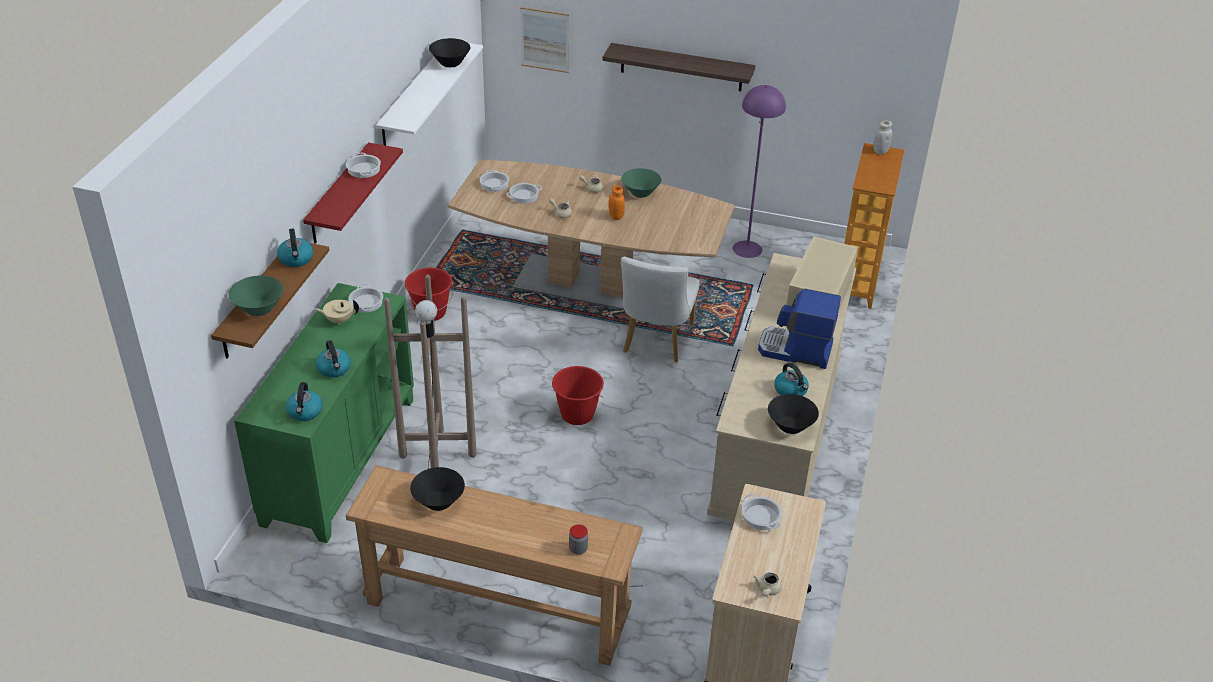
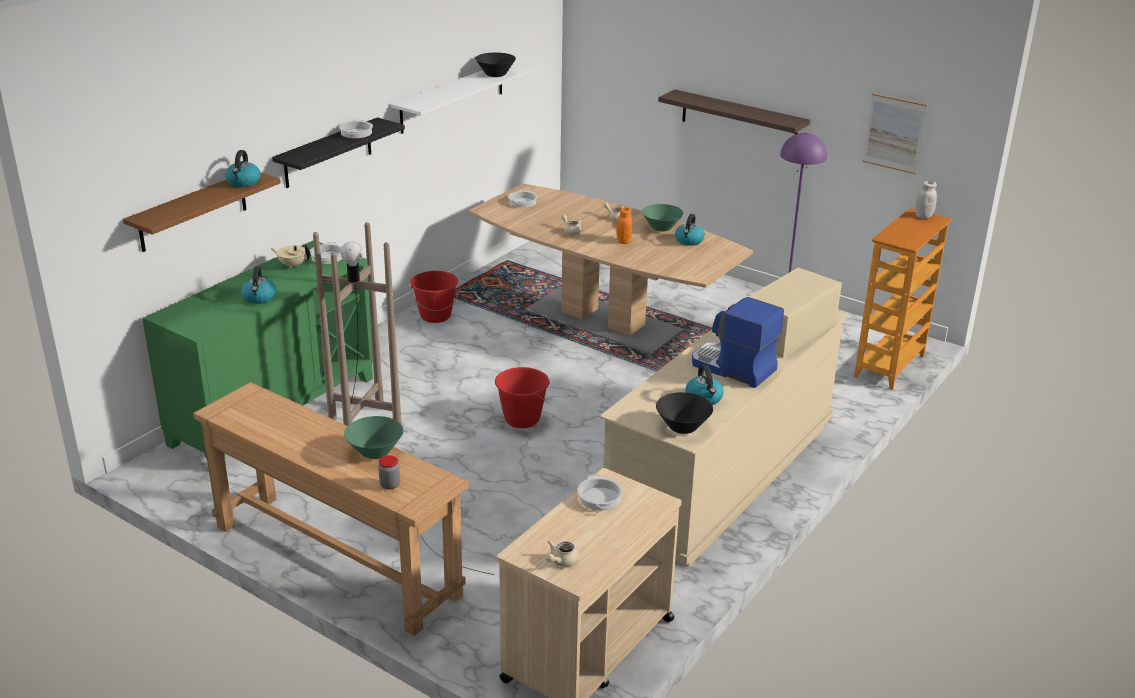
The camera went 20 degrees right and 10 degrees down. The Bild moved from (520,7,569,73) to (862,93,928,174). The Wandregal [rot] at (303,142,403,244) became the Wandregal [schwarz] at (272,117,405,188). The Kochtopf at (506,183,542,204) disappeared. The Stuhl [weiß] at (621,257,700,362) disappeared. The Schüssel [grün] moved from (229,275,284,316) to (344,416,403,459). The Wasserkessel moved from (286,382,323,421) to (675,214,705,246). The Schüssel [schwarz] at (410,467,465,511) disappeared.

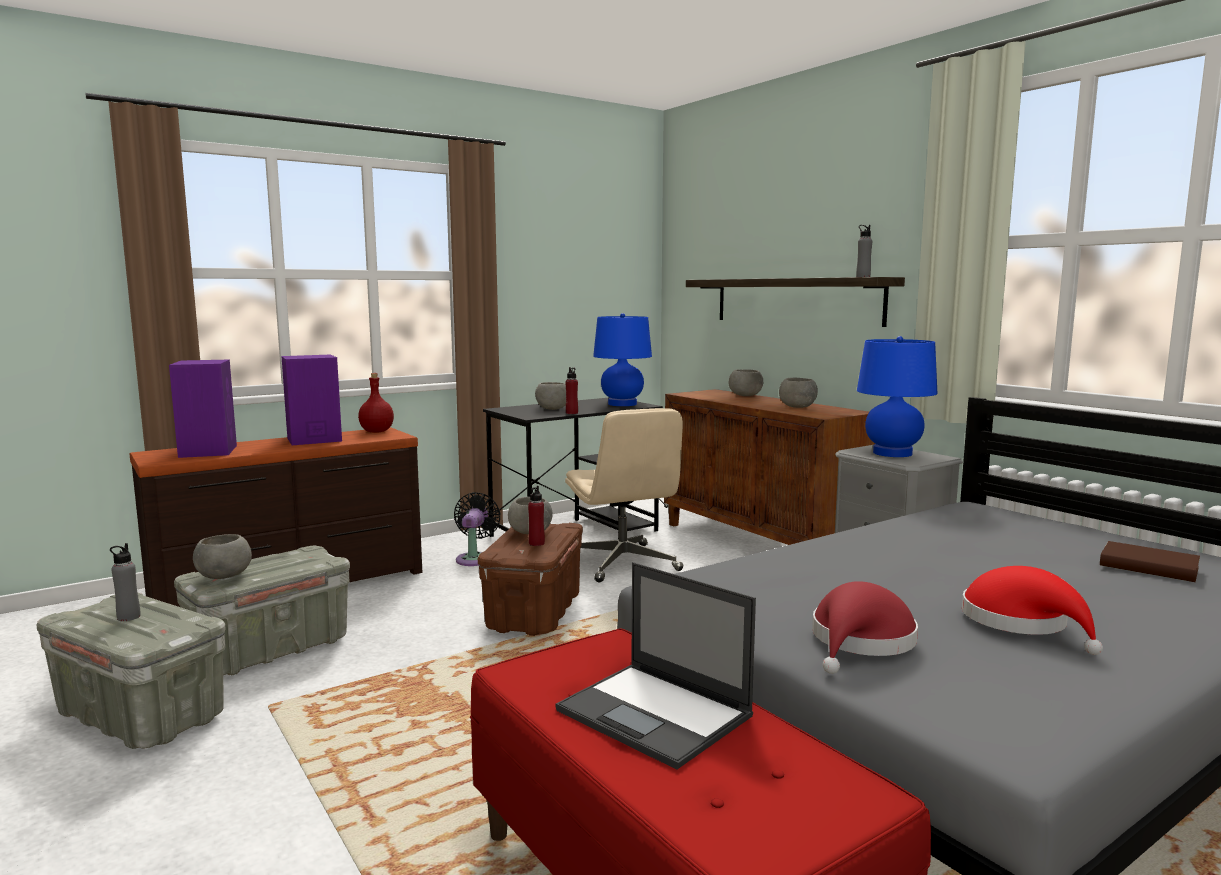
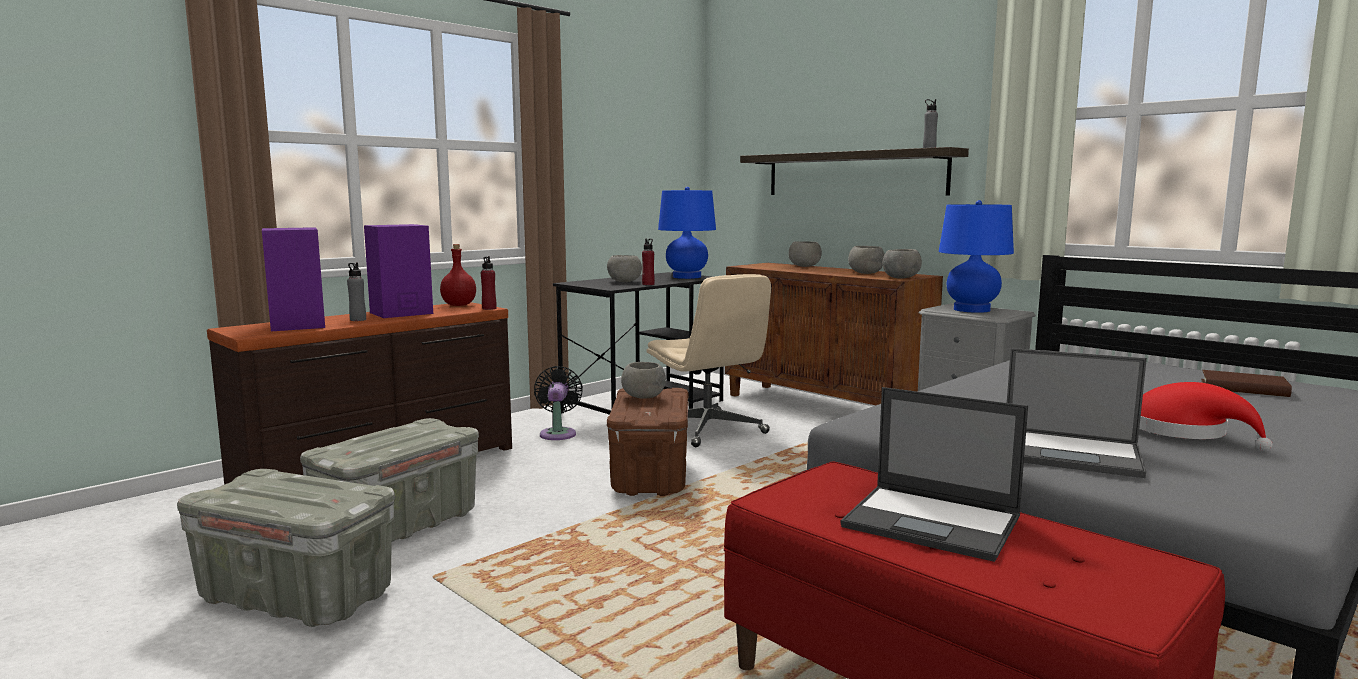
The camera went 10 degrees left and 0 degrees up. The Flasche [rot] moved from (528,486,545,546) to (481,256,497,310). The Schüssel [grau] moved from (193,534,252,579) to (882,249,922,279). The Flasche [grau] moved from (110,543,141,621) to (347,262,366,321). The Hut [rot] at (812,581,918,674) was replaced by the Laptop at (1007,348,1147,478).

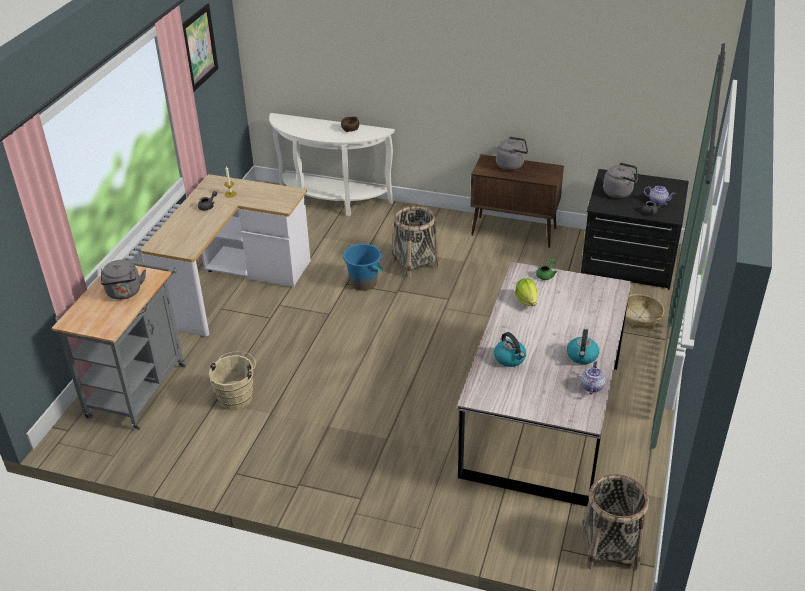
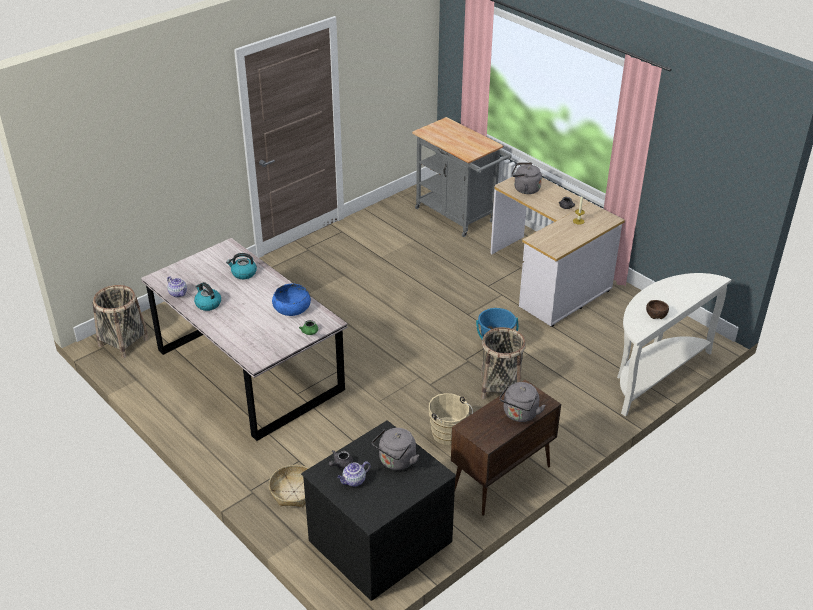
The camera went 120 degrees right and 0 degrees up. The Bild at (182,3,218,92) disappeared. The Wasserkessel [grau] moved from (101,260,146,300) to (512,162,542,194). The Salatkopf at (515,279,538,306) was replaced by the Schüssel [blau] at (272,284,311,316). The Eimer [beige] moved from (209,352,256,410) to (429,393,473,445).

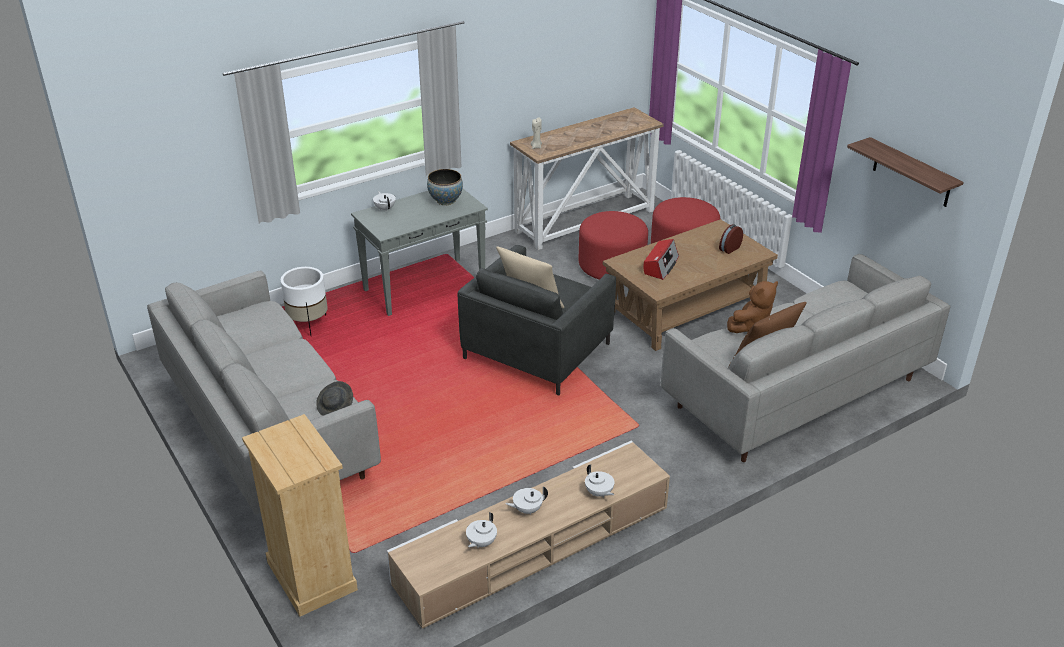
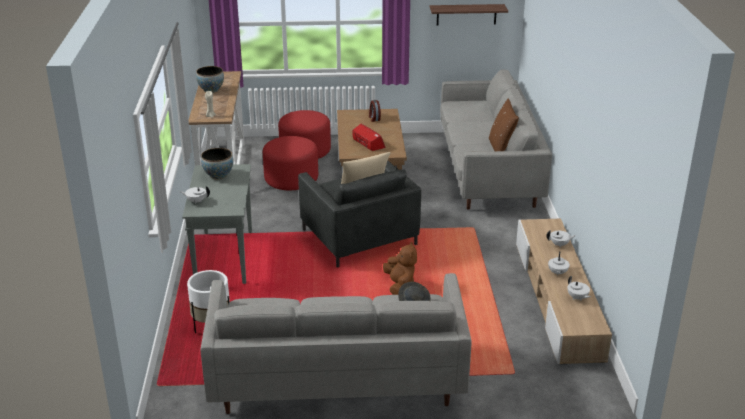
The camera went 60 degrees left and 5 degrees down. The Plüschtier [braun] moved from (727,281,778,333) to (383,242,417,295). The Kommode [beige] at (242,414,358,617) disappeared. The Schüssel at (196,66,224,93) appeared.

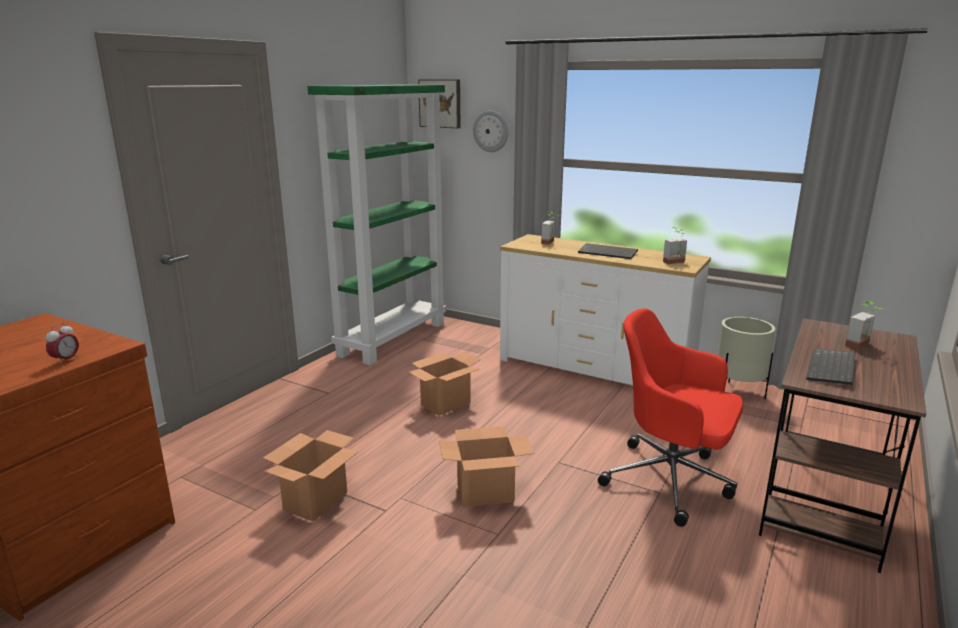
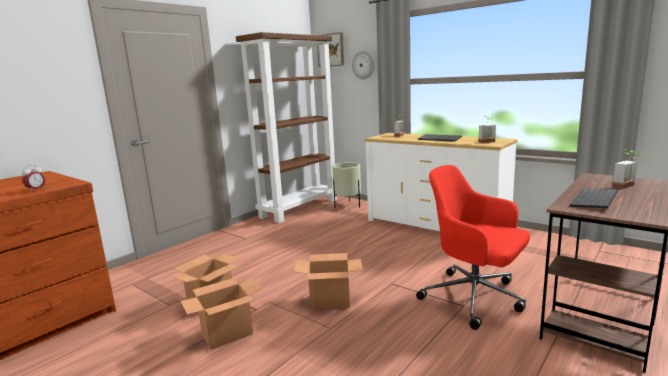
The camera went 10 degrees right and 5 degrees down. The Bücherregal [grün] at (308,85,446,365) became the Bücherregal [braun] at (236,32,337,223). The Pflanzkübel [beige] moved from (717,317,776,399) to (332,162,361,208). The Karton moved from (408,351,481,416) to (180,278,263,350).

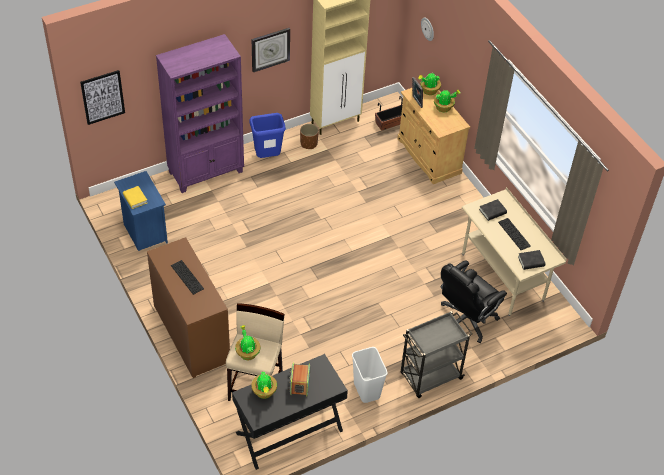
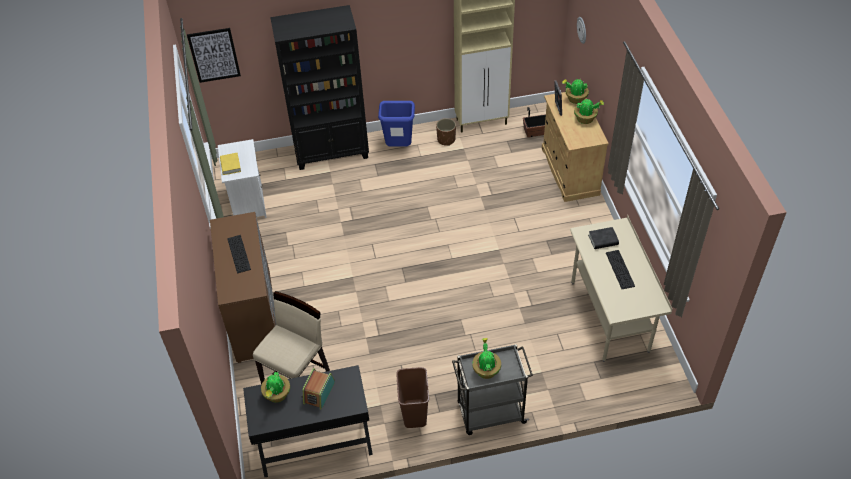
The camera went 20 degrees right and 0 degrees up. The Wanduhr at (252,28,290,72) disappeared. The Bücherregal [lila] at (156,34,244,193) became the Bücherregal [schwarz] at (270,5,369,170). The Nachttisch [blau] at (114,171,168,251) became the Nachttisch [weiß] at (218,139,267,218). The Buch [schwarz] at (518,250,546,270) disappeared. The Bürostuhl [schwarz] at (440,260,507,343) disappeared. The Topfpflanze moved from (235,325,260,360) to (472,338,501,379). The Mülleimer [weiß] at (352,347,388,403) became the Mülleimer [braun] at (396,367,429,428).

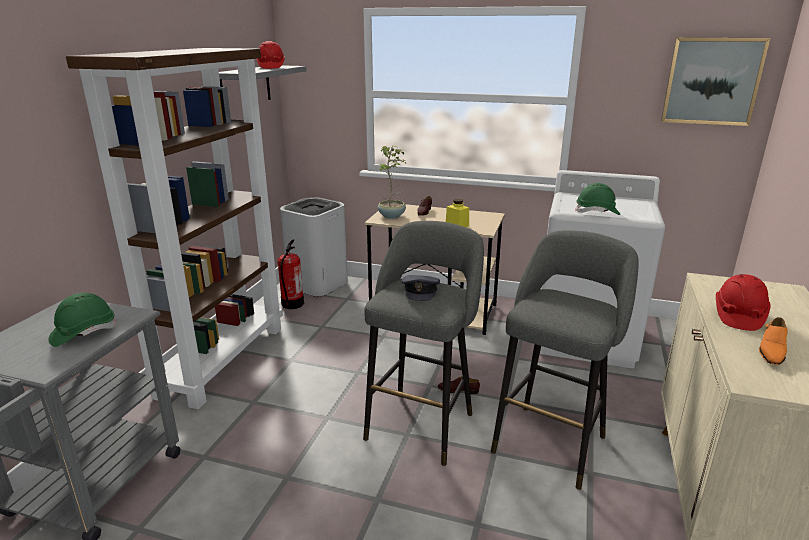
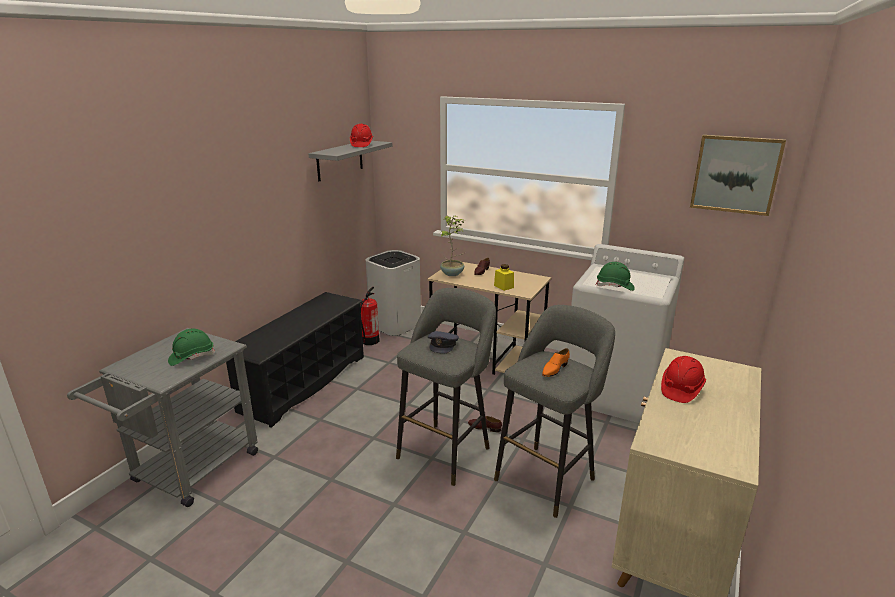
The camera went 10 degrees right and 0 degrees up. The Bücherregal [braun] at (66,48,283,409) was replaced by the Schuhregal [schwarz] at (226,292,364,428). The Schuh [orange] moved from (759,317,788,365) to (542,348,570,377).

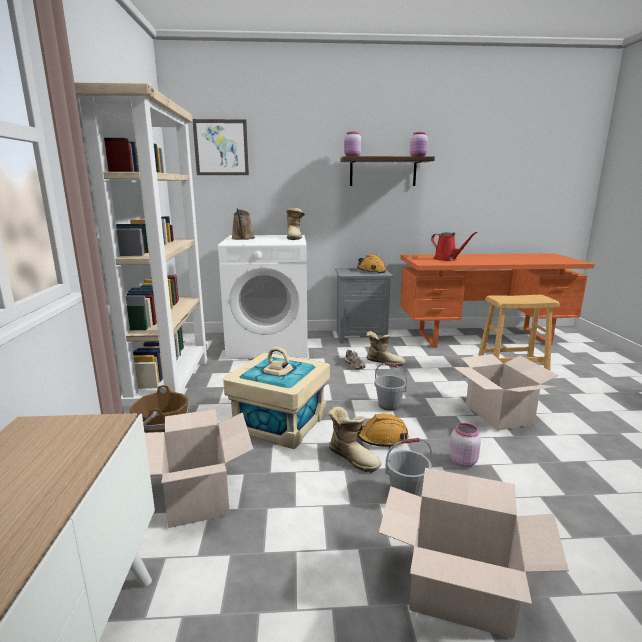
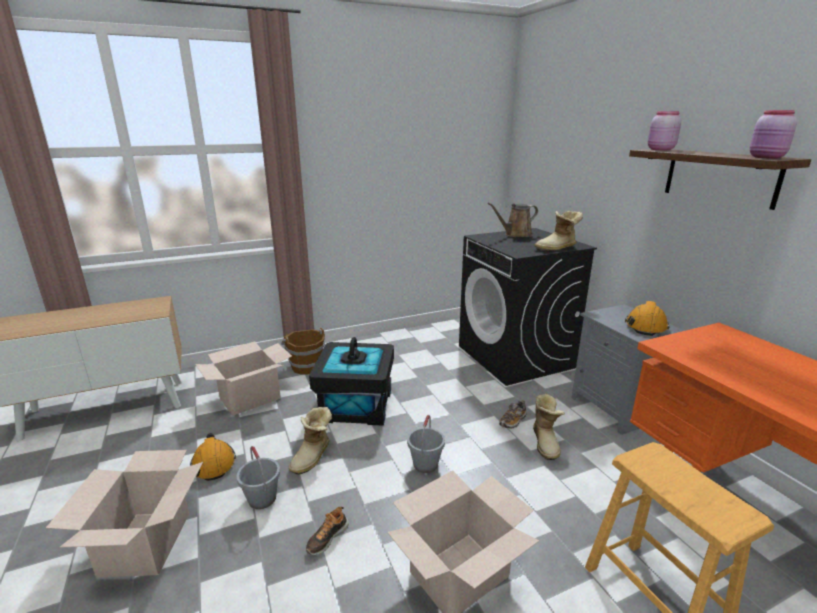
The camera went 70 degrees right and 5 degrees up. The Bücherregal [beige] at (74,82,208,414) disappeared. The Bild at (193,119,249,175) disappeared. The Gießkanne [rot] at (431,232,478,261) disappeared. The Waschmaschine [weiß] at (218,235,308,359) became the Waschmaschine [schwarz] at (459,228,597,386). The Aufbewahrungsbox [beige] at (223,347,330,449) became the Aufbewahrungsbox [schwarz] at (309,337,394,426). The Schutzhelm [orange] moved from (357,414,409,448) to (190,433,236,481). The Vorratsglas [rosa] at (449,423,481,467) was replaced by the Schuh at (306,507,349,555).

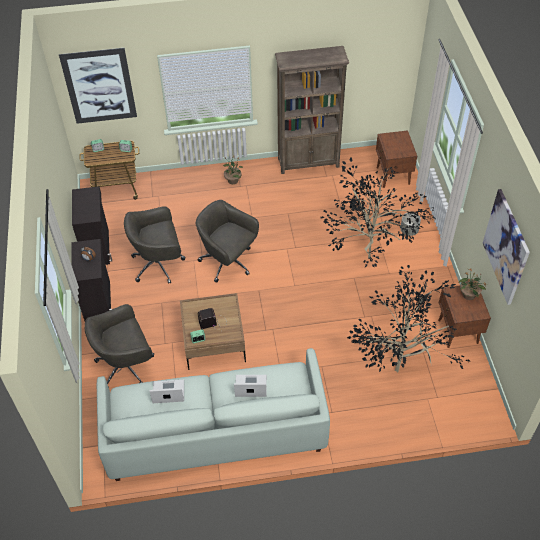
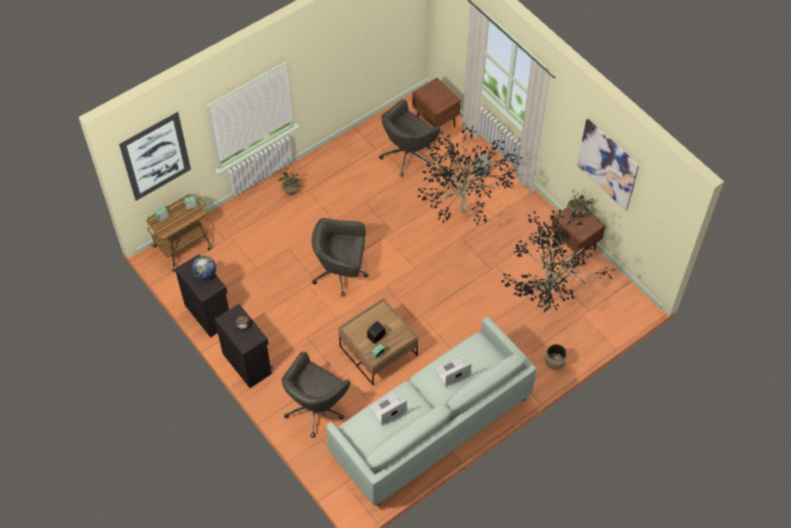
The camera went 30 degrees left and 5 degrees up. The Bücherregal [braun] at (275,46,349,174) disappeared. The Bürostuhl [grau] moved from (124,206,186,284) to (379,100,441,177). The Globus at (192,256,216,280) appeared. The Pflanzkübel at (545,344,567,370) appeared.

